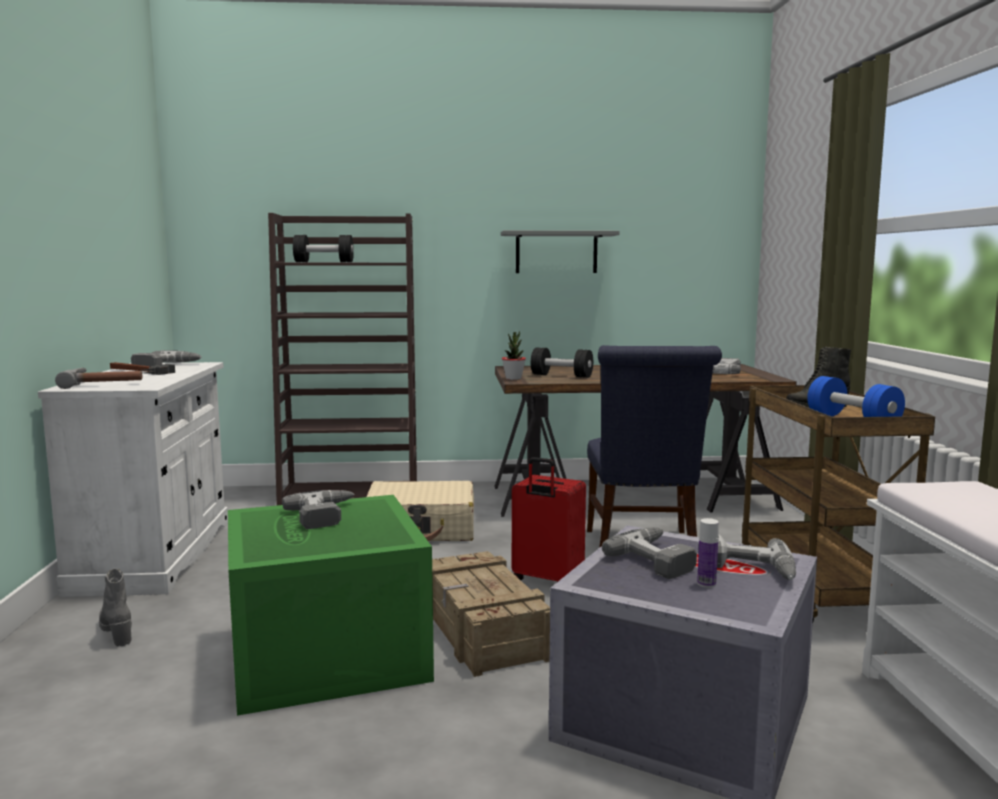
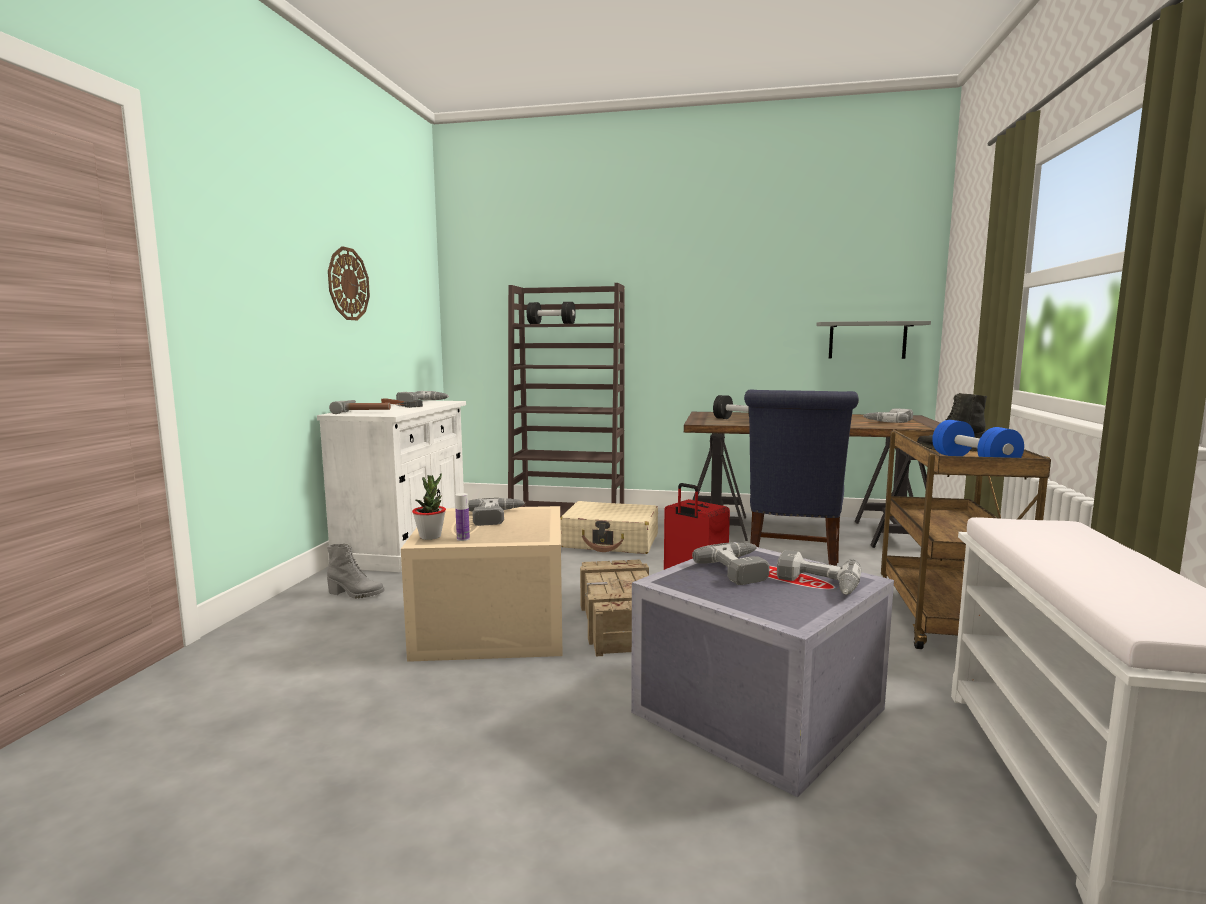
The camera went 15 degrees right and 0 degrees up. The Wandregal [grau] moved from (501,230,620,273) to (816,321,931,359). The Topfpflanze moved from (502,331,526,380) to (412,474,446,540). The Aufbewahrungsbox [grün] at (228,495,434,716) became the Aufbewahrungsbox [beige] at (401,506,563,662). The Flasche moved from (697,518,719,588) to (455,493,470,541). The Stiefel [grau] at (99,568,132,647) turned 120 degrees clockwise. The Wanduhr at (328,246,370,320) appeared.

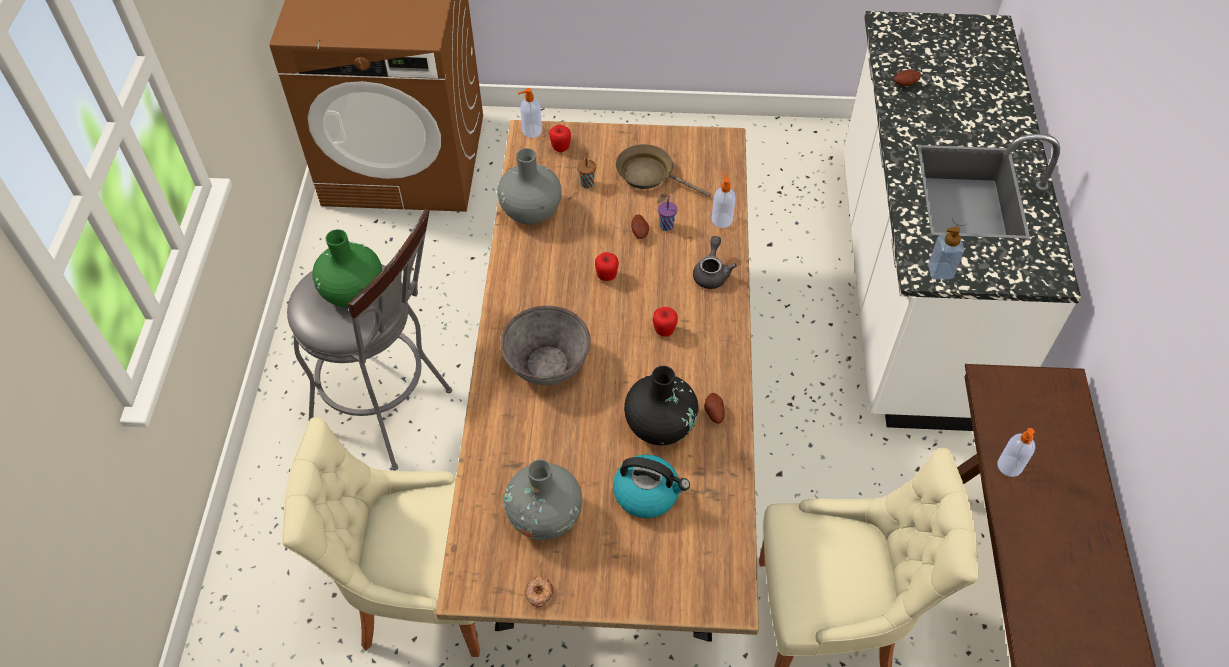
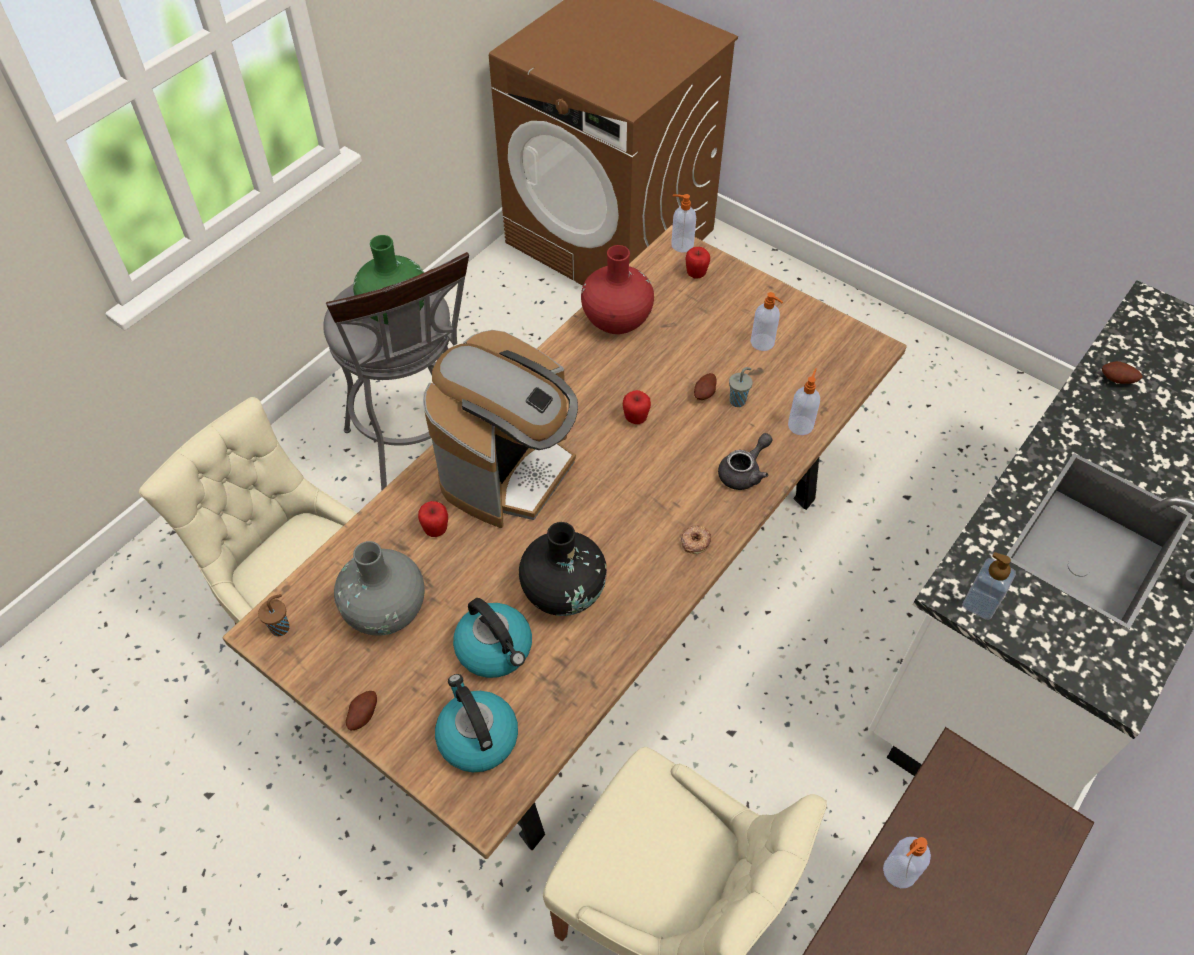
The camera went 35 degrees right and 0 degrees up. The Pfanne [braun] at (616,144,711,197) was replaced by the Seifenspender at (751,292,783,351). The Vase [grau] at (497,148,562,225) became the Vase [rot] at (581,245,654,334). The Tasse [braun] moved from (577,153,596,188) to (258,594,290,636). The Tasse [lila] at (658,195,677,231) became the Tasse [grau] at (729,367,753,407). The Schüssel [grau] at (500,306,591,385) was replaced by the Kaffeemaschine at (423,330,578,528). The Apfel moved from (653,307,678,337) to (418,501,448,537). The Kartoffel moved from (704,393,725,424) to (346,691,377,730). The Donut moved from (524,576,553,607) to (681,525,711,554). The Wasserkessel at (435,674,518,772) appeared.

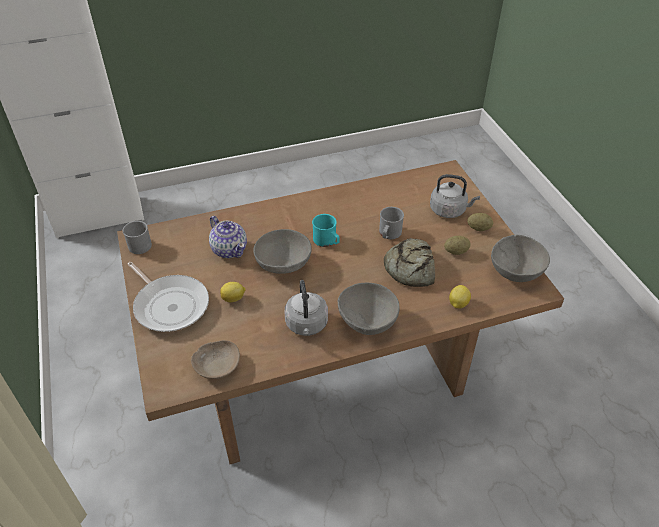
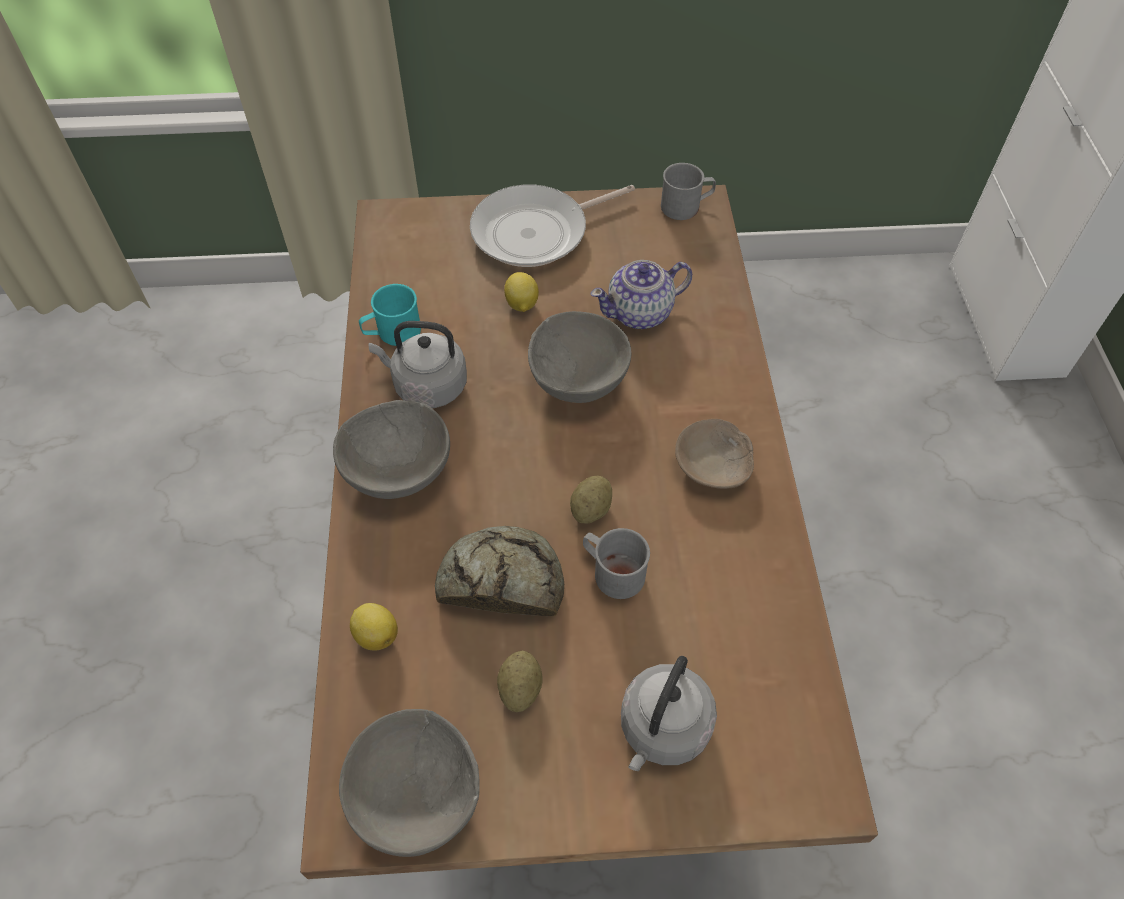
The camera went 105 degrees right and 10 degrees up. The Kartoffel moved from (467,213,493,231) to (570,476,612,524). The Henkelbecher [türkis] moved from (312,214,340,247) to (359,284,421,346). The Schüssel [beige] moved from (191,340,240,379) to (675,419,754,489).

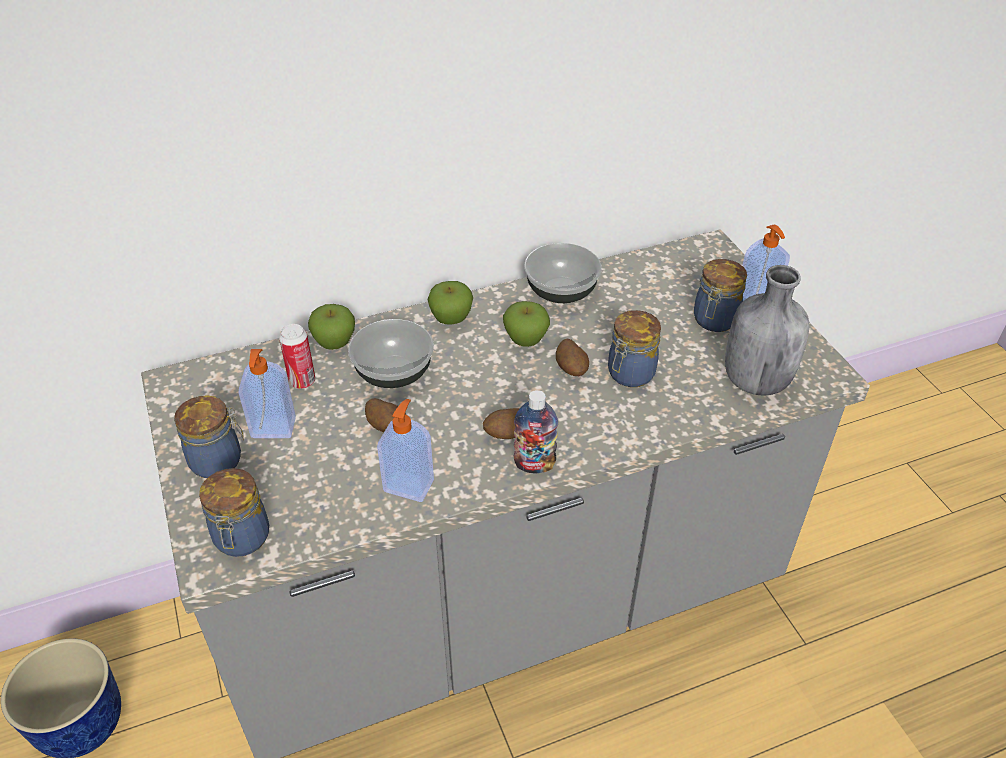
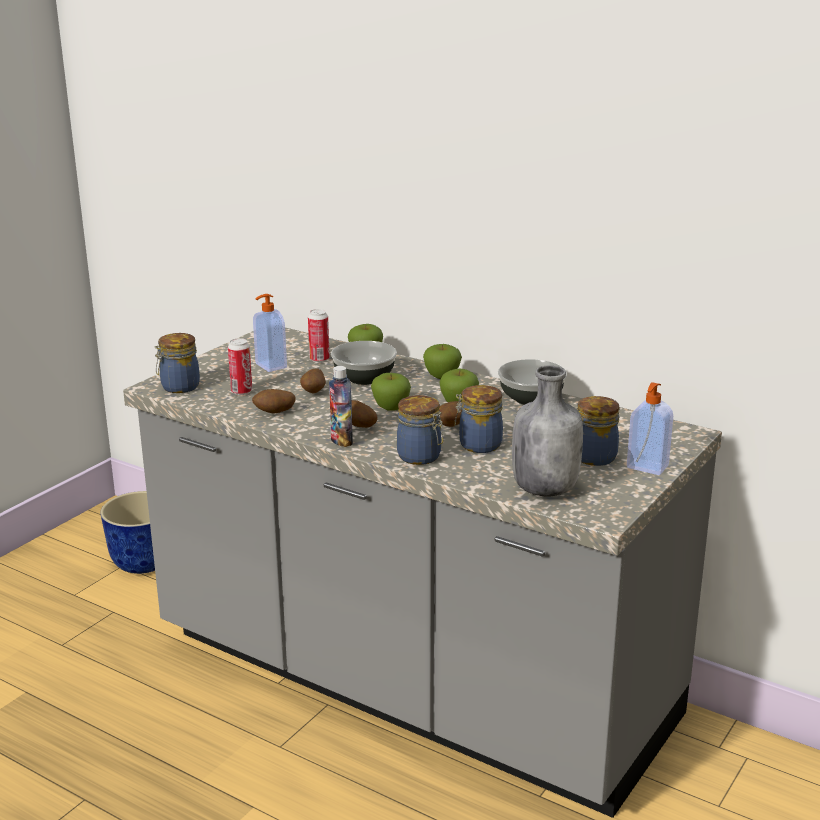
The camera went 55 degrees right and 20 degrees down. The Vorratsglas moved from (174,395,244,478) to (397,395,443,465). The Seifenspender at (377,399,434,502) was replaced by the Kartoffel at (252,389,295,414). The Dose at (228,338,252,395) appeared. The Apfel at (371,373,411,411) appeared.

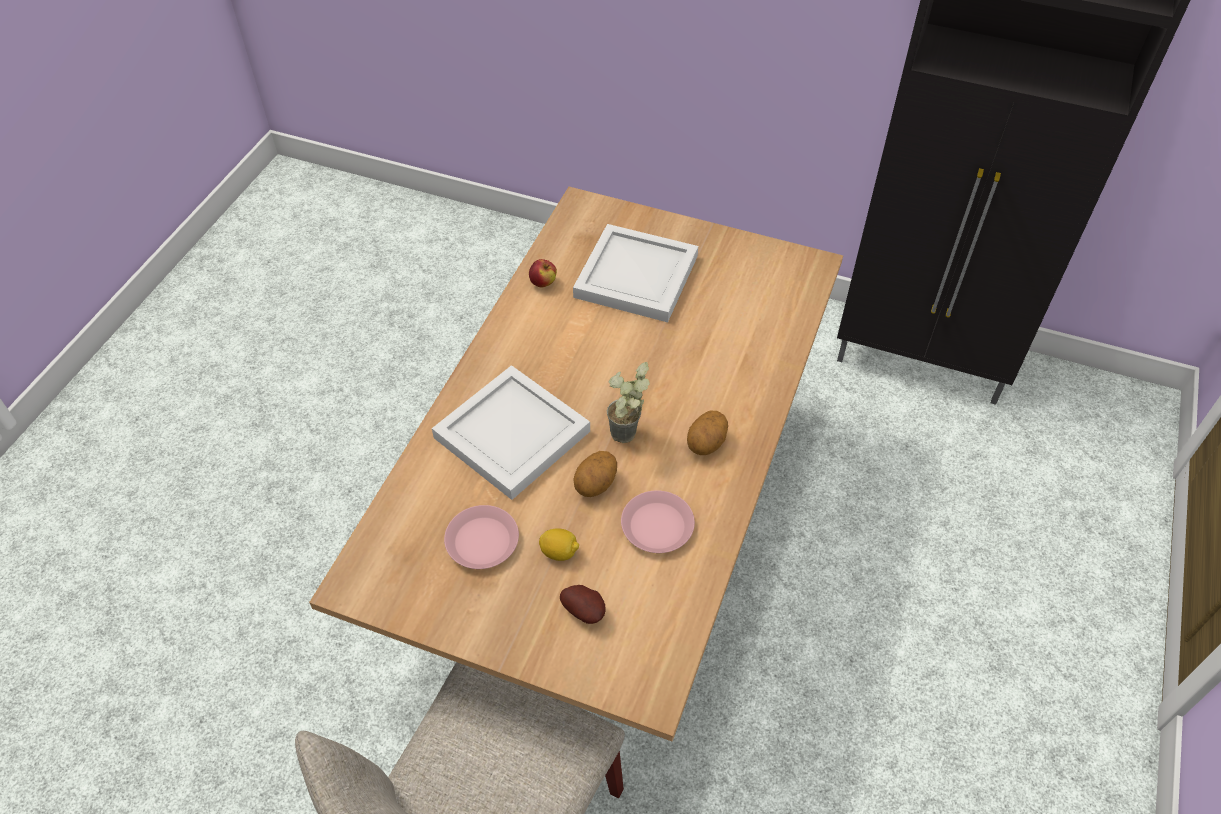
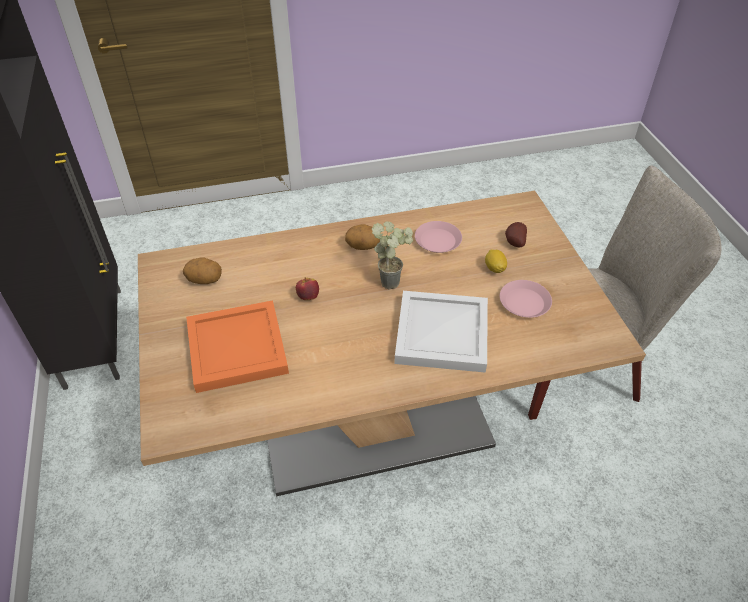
The camera went 125 degrees left and 5 degrees down. The Tablett [weiß] at (573,224,698,322) became the Tablett [orange] at (186,300,289,393). The Apfel moved from (529,259,557,288) to (296,277,319,300). The Kartoffel moved from (573,451,617,497) to (183,257,222,284).

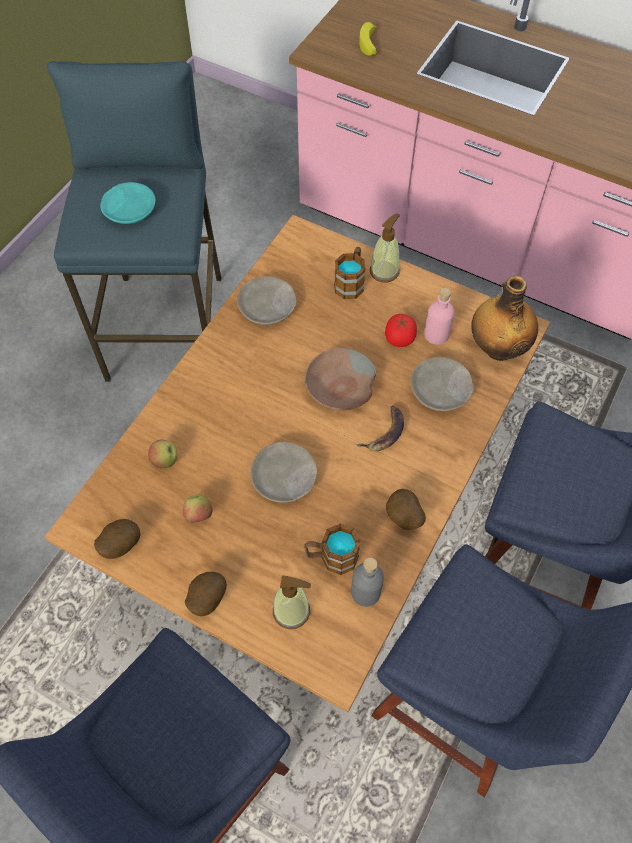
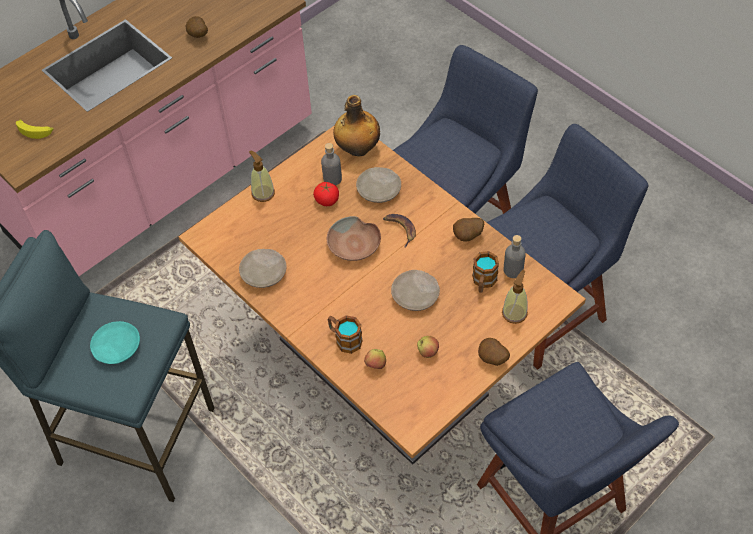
The camera went 70 degrees left and 5 degrees down. The Henkelbecher moved from (334,247,365,299) to (327,315,363,354). The Flasche [rosa] at (424,288,455,345) became the Flasche [grau] at (321,143,342,186). The Kartoffel moved from (94,519,141,559) to (185,16,208,38).

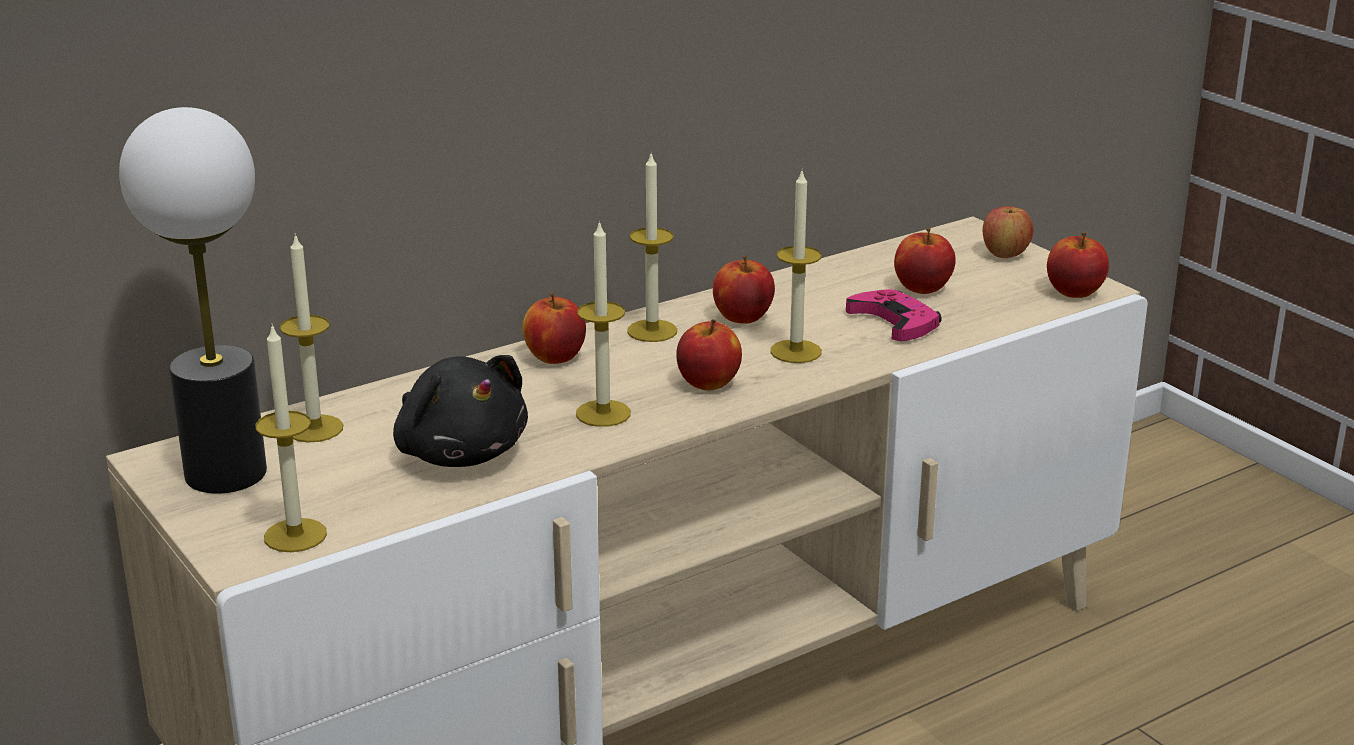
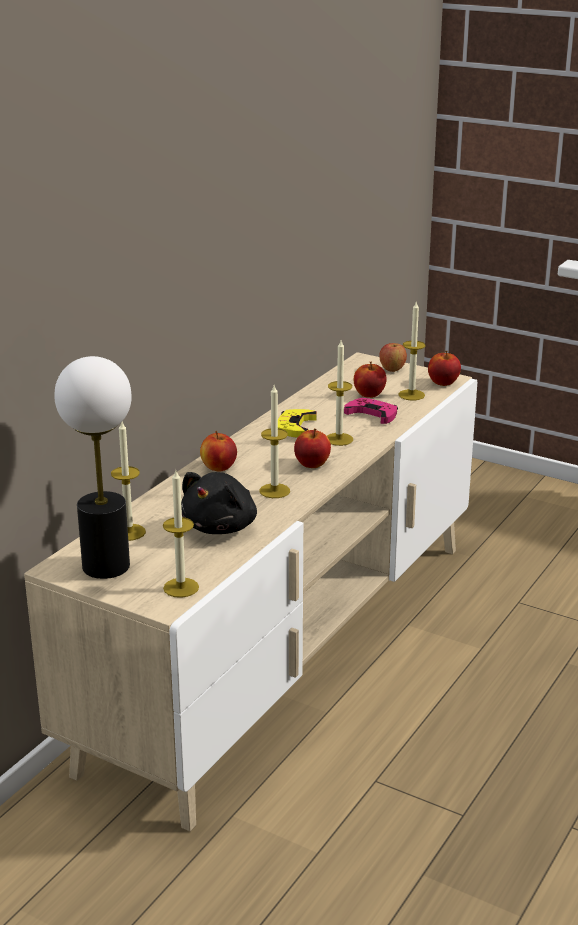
The camera went 25 degrees left and 0 degrees up. The Kerze moved from (627,151,677,342) to (399,302,426,400). The Apfel at (713,255,775,324) was replaced by the Gamepad [gelb] at (278,409,317,438). The Plüschtier [schwarz] at (393,355,528,467) turned 90 degrees clockwise.

